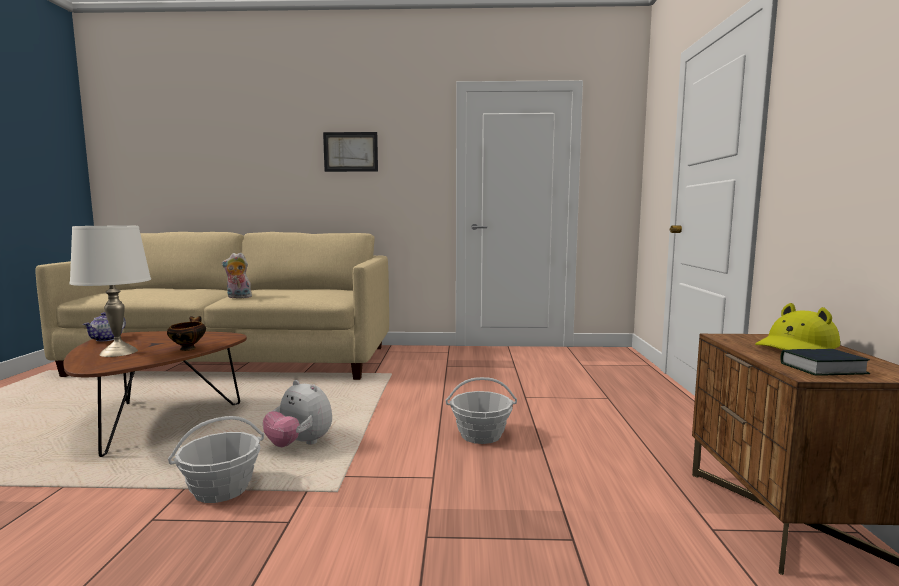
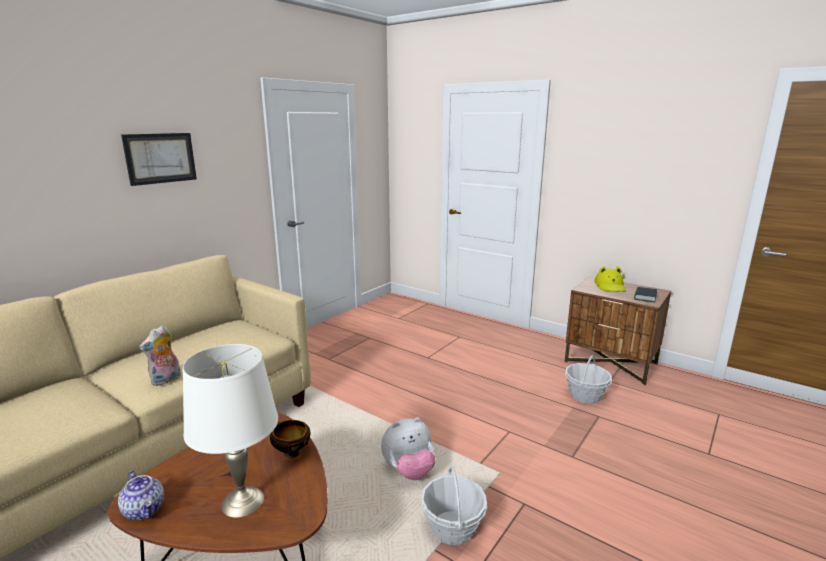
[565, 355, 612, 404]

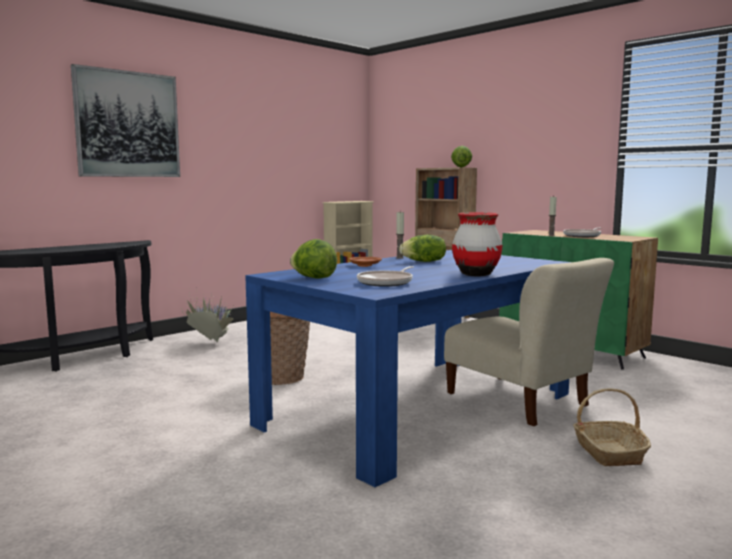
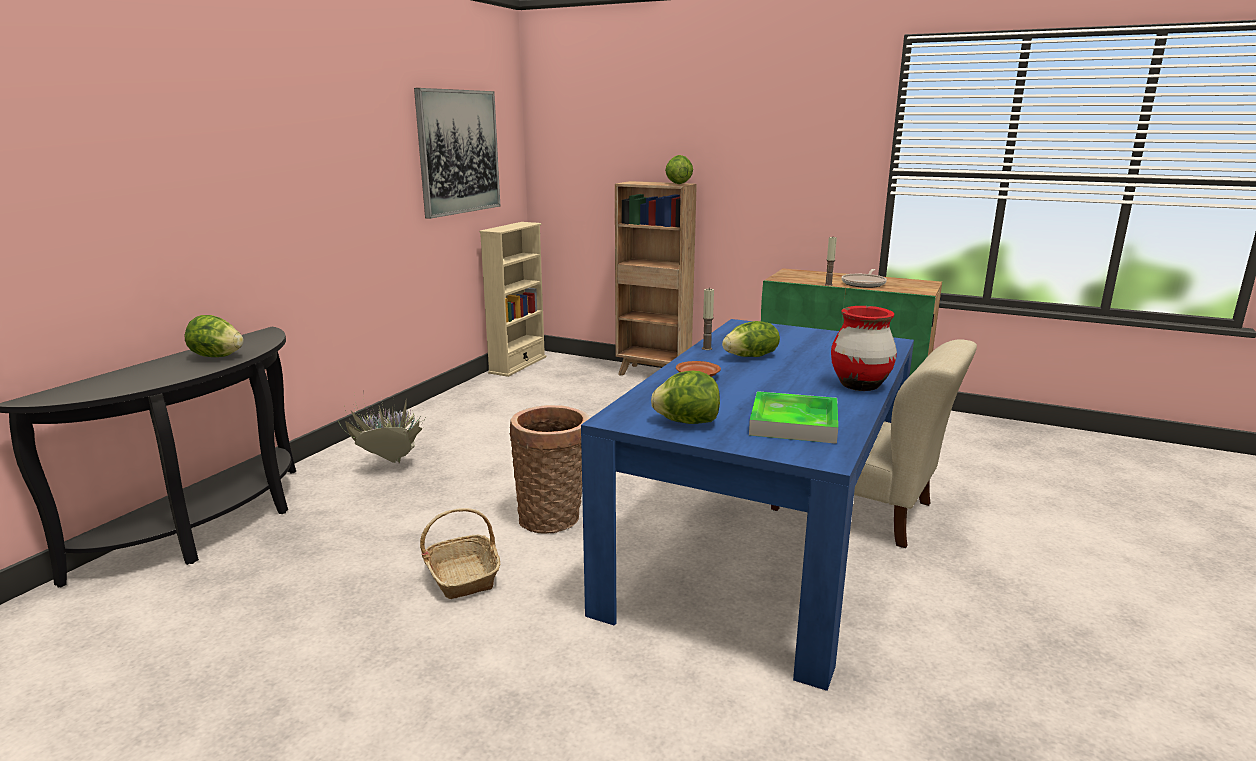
[185, 315, 243, 357]
[414, 88, 500, 219]
[420, 508, 500, 599]
[749, 391, 838, 444]

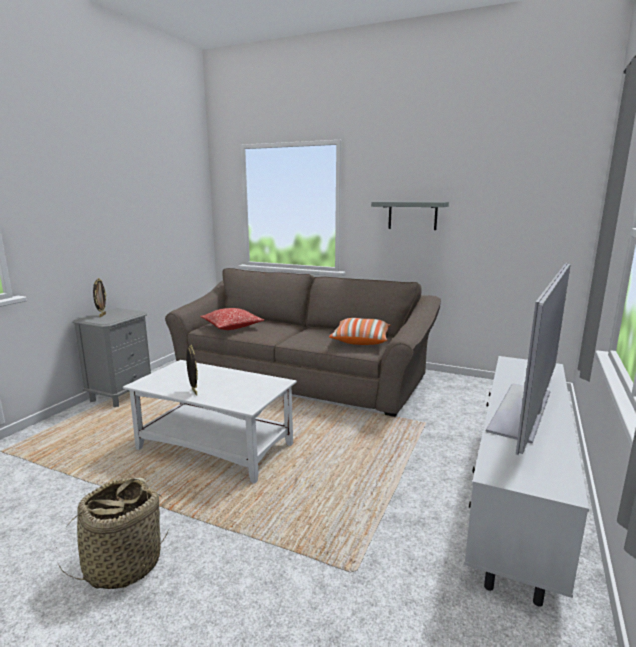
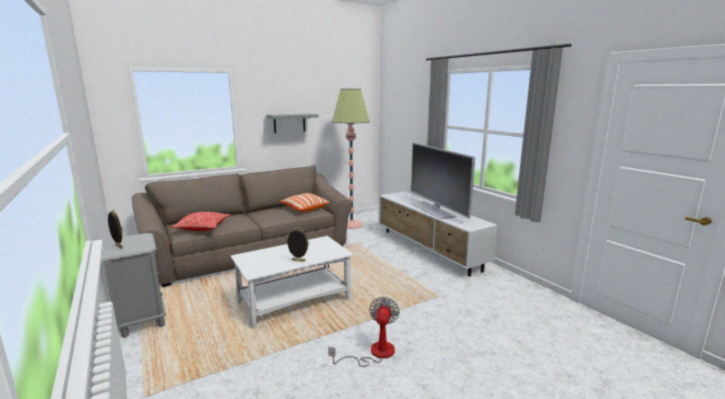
[328, 297, 400, 367]
[332, 88, 370, 229]

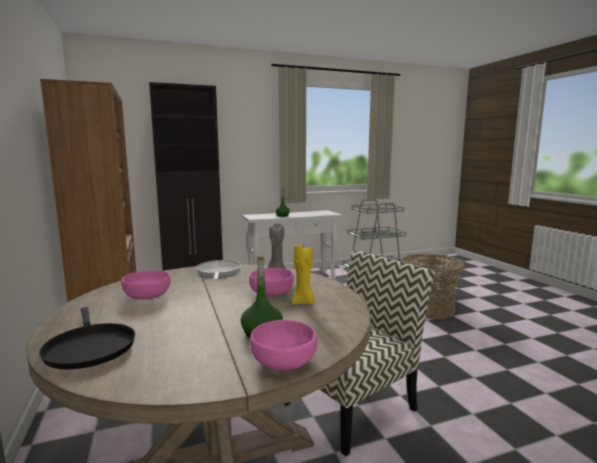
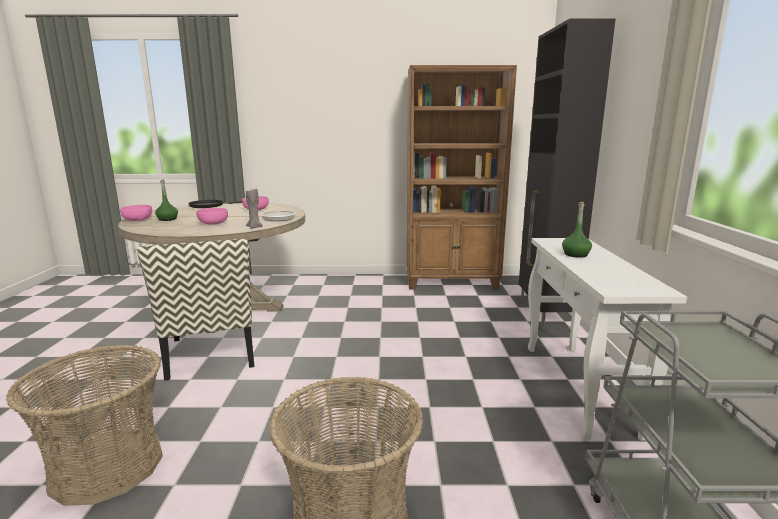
[6, 345, 163, 506]
[292, 243, 316, 305] (first image)

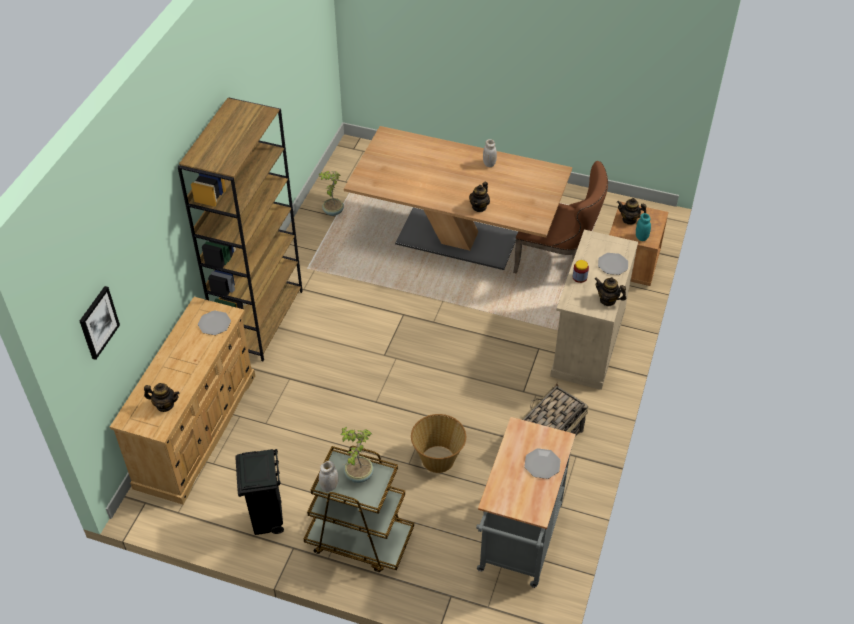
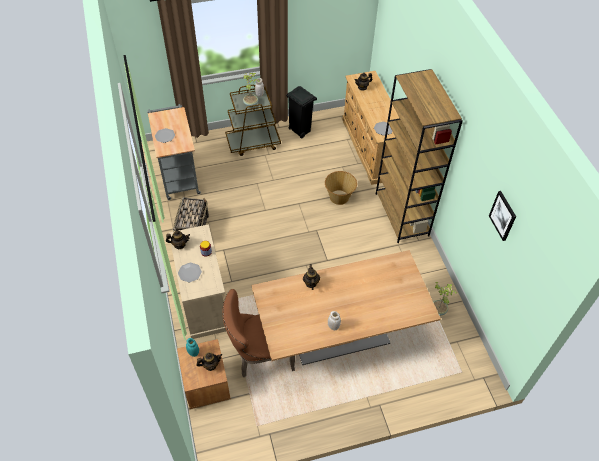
[325, 171, 357, 205]
[489, 191, 516, 241]

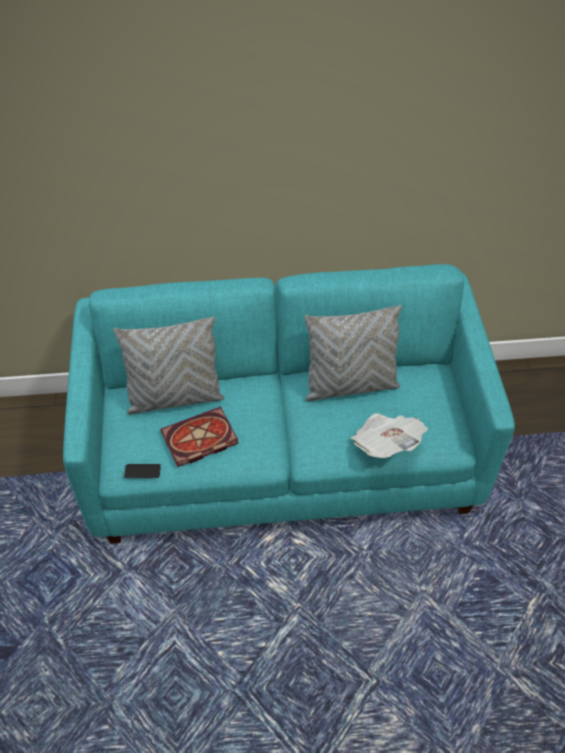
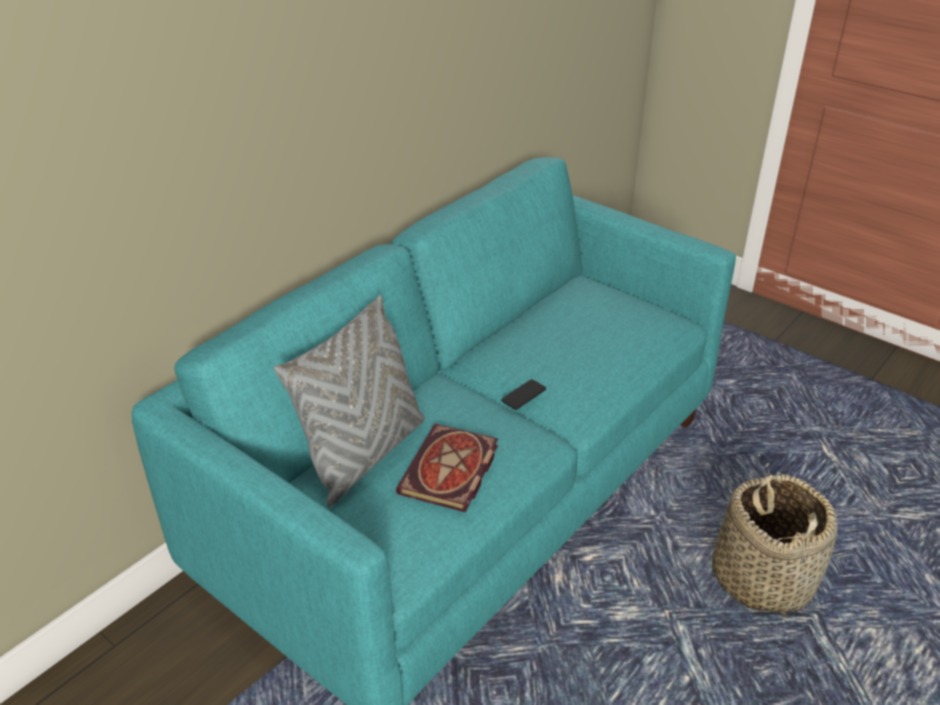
[501, 379, 546, 410]
[712, 474, 838, 618]
[304, 305, 402, 401] (first image)
[350, 413, 428, 458] (first image)

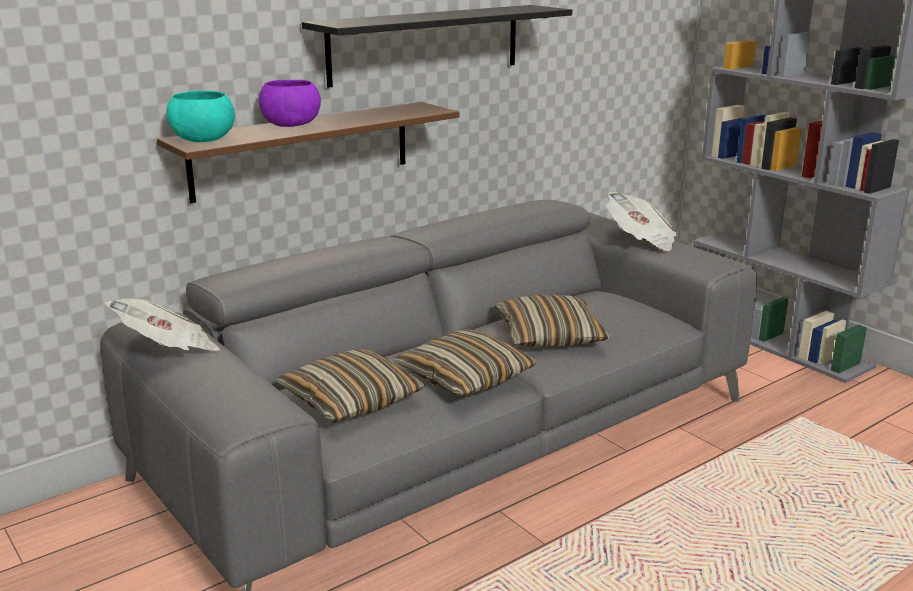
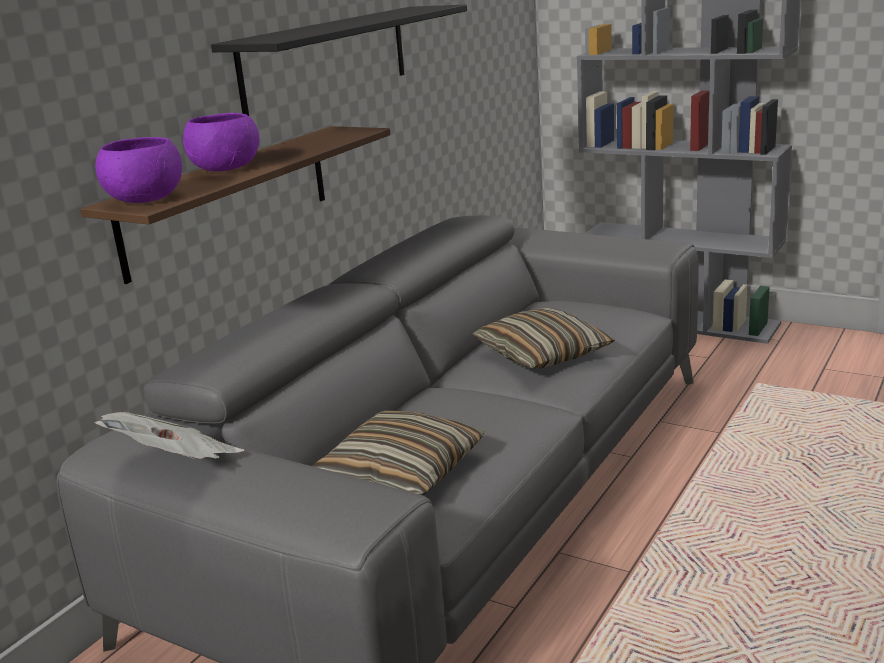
[95, 137, 182, 203]
[394, 330, 538, 397] (first image)
[606, 192, 678, 251] (first image)

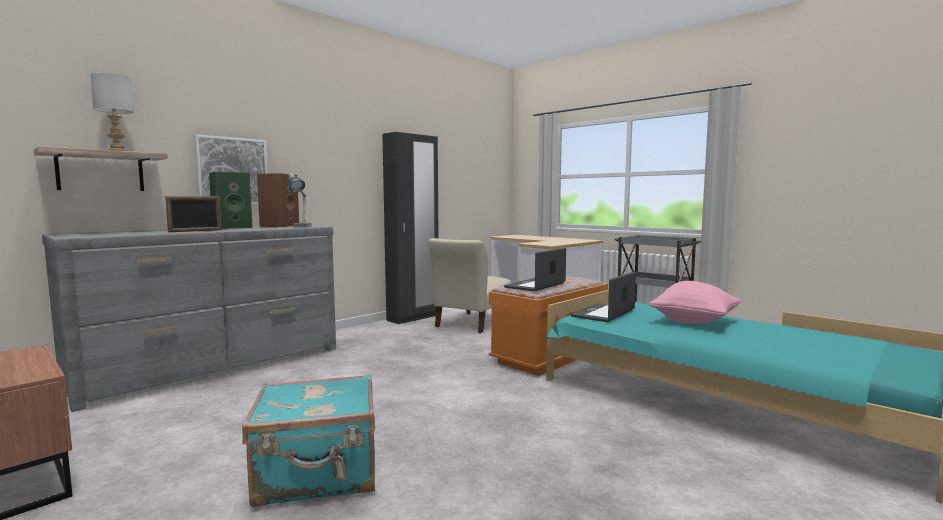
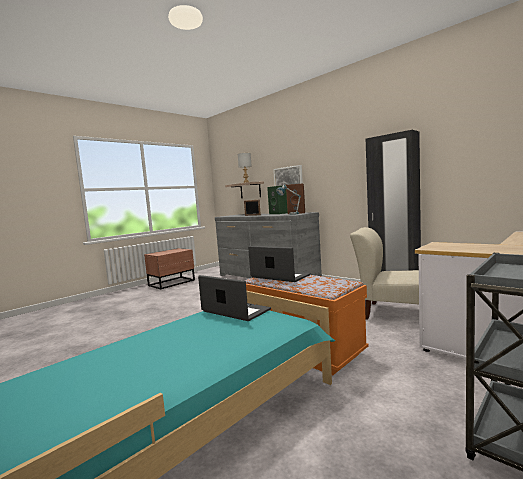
[242, 374, 375, 507] (first image)
[649, 281, 741, 323] (first image)

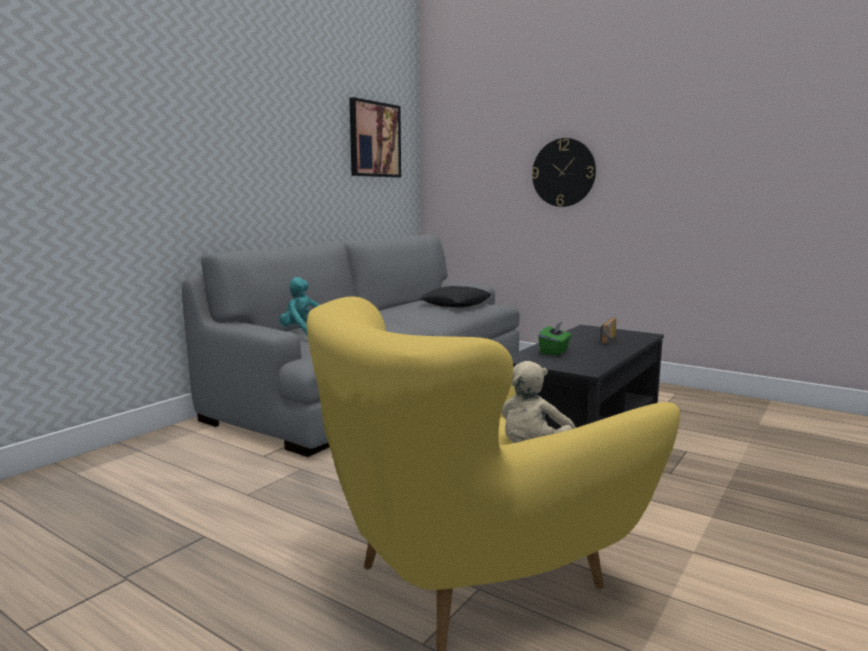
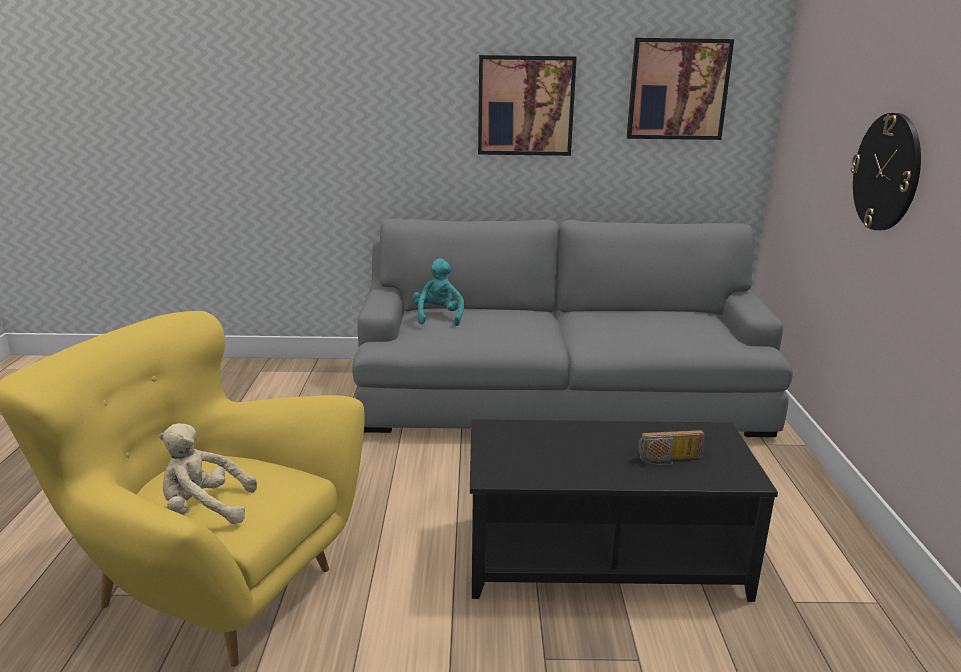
[478, 55, 577, 156]
[420, 286, 491, 308] (first image)
[538, 321, 572, 356] (first image)

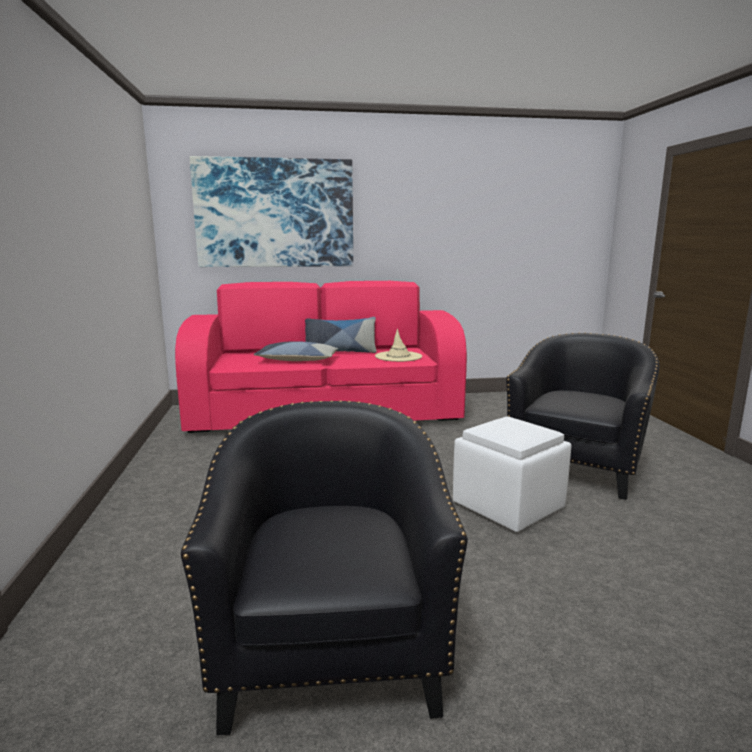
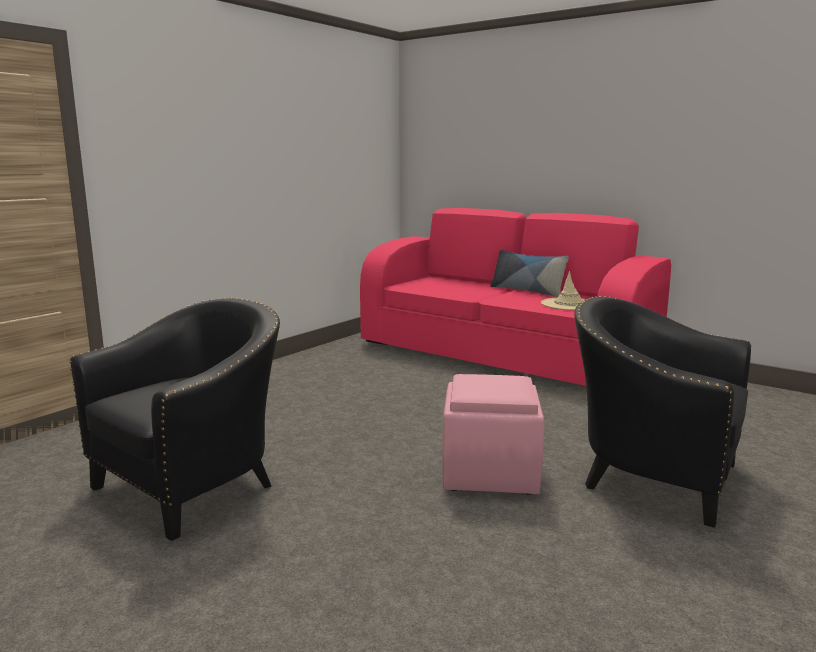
[442, 374, 544, 495]
[574, 296, 751, 528]
[190, 156, 353, 267] (first image)
[254, 341, 338, 361] (first image)

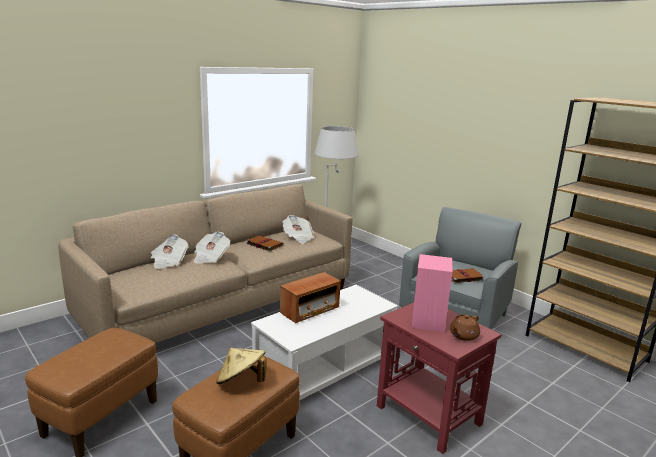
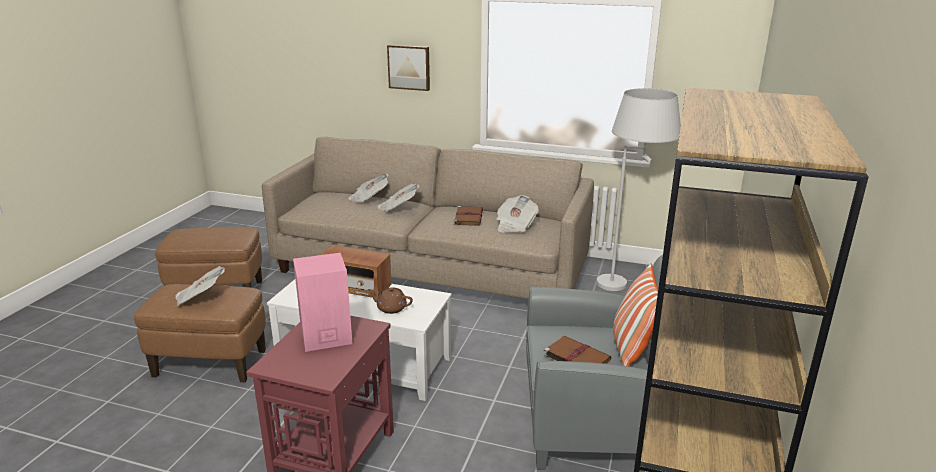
[176, 266, 225, 306]
[367, 287, 413, 314]
[387, 45, 430, 91]
[613, 263, 658, 366]

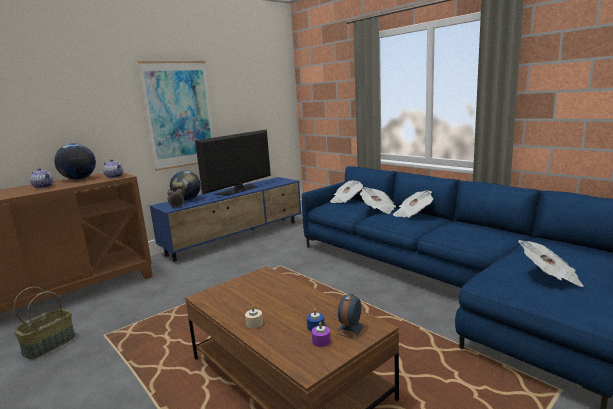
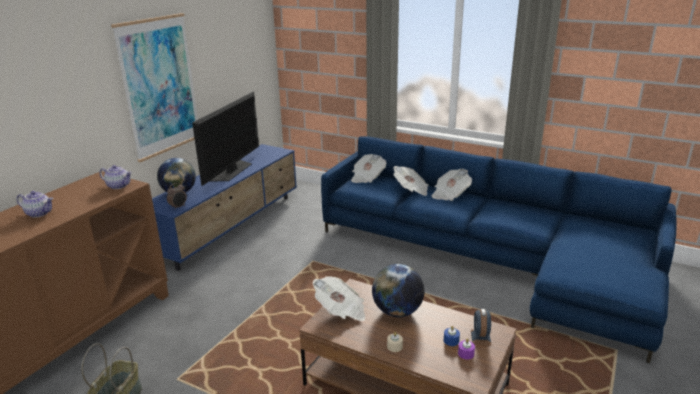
[313, 276, 365, 321]
[372, 264, 424, 317]

